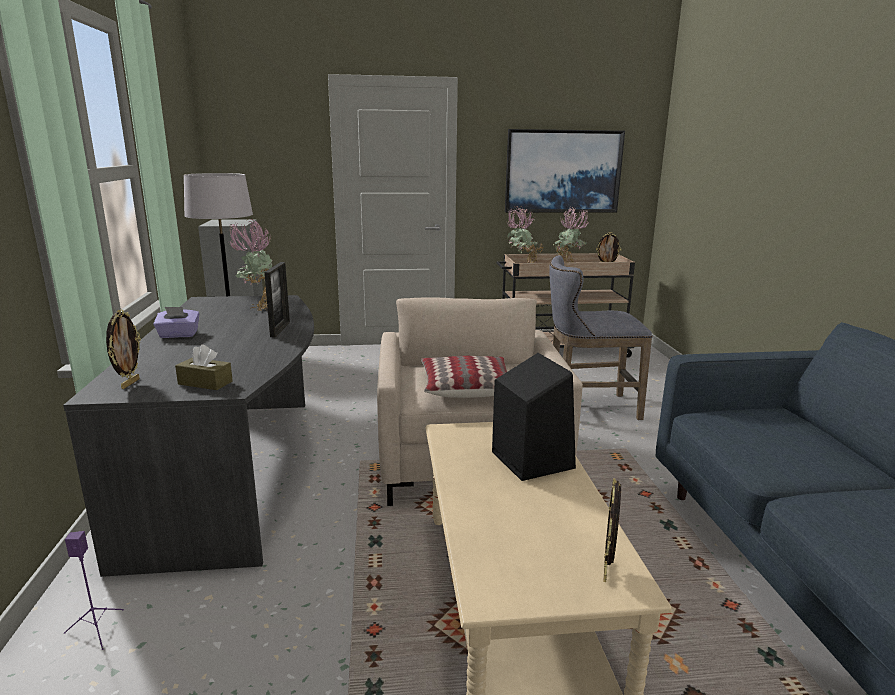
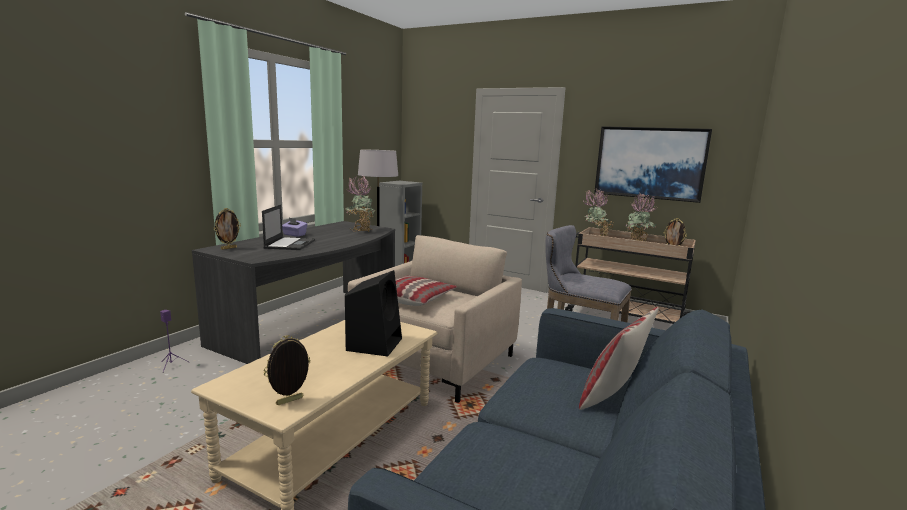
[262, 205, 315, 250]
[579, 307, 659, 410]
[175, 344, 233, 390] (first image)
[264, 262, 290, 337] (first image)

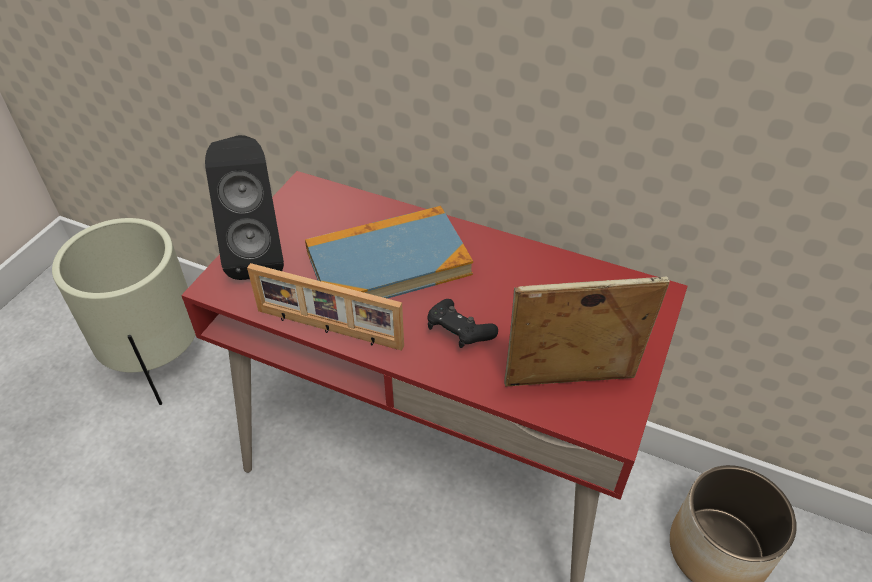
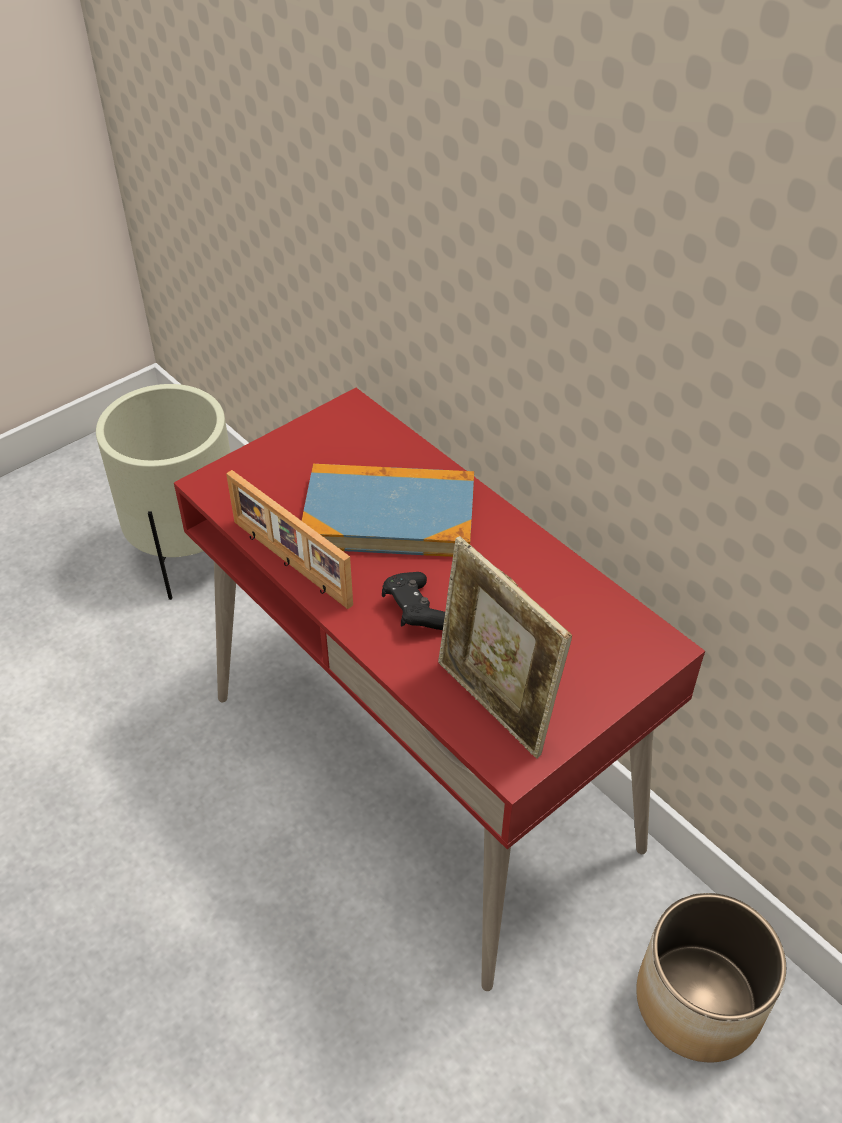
[438, 536, 572, 758]
[205, 135, 284, 280] (first image)

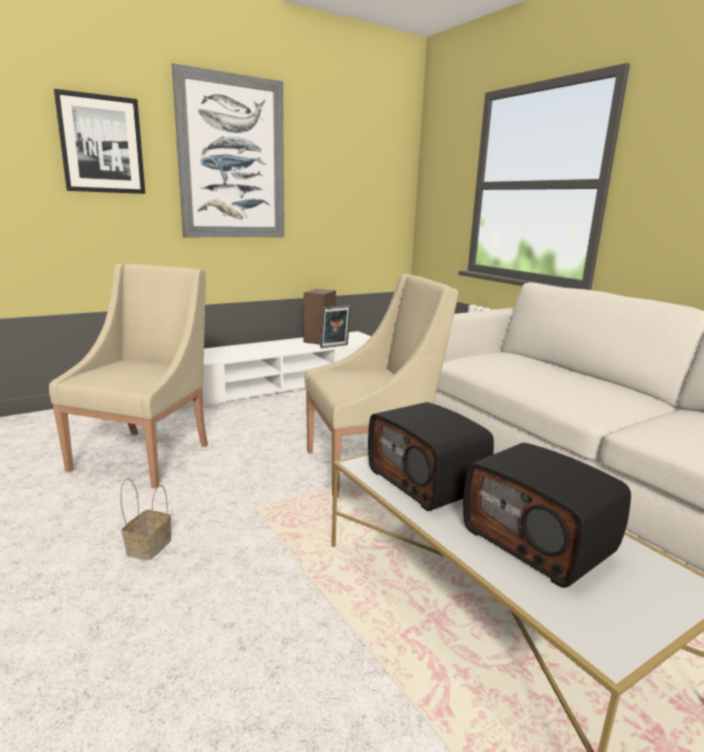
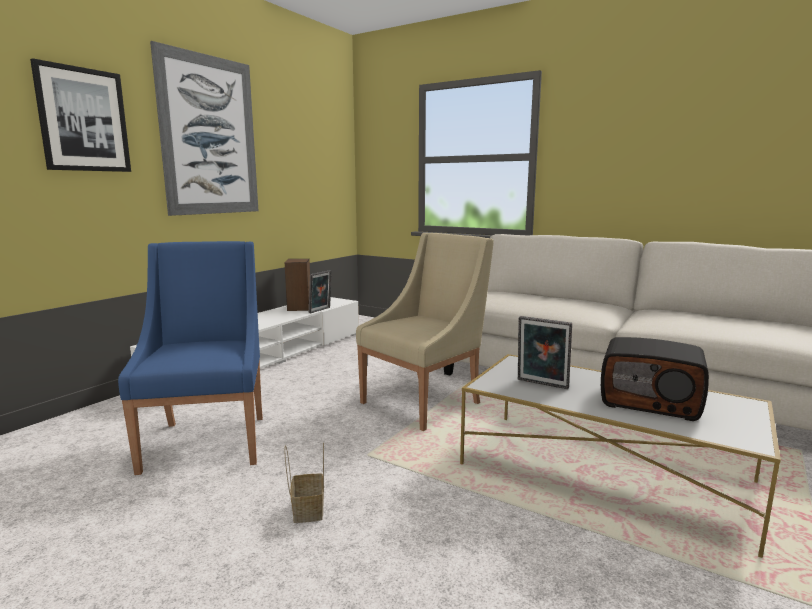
[118, 241, 263, 475]
[518, 316, 572, 389]

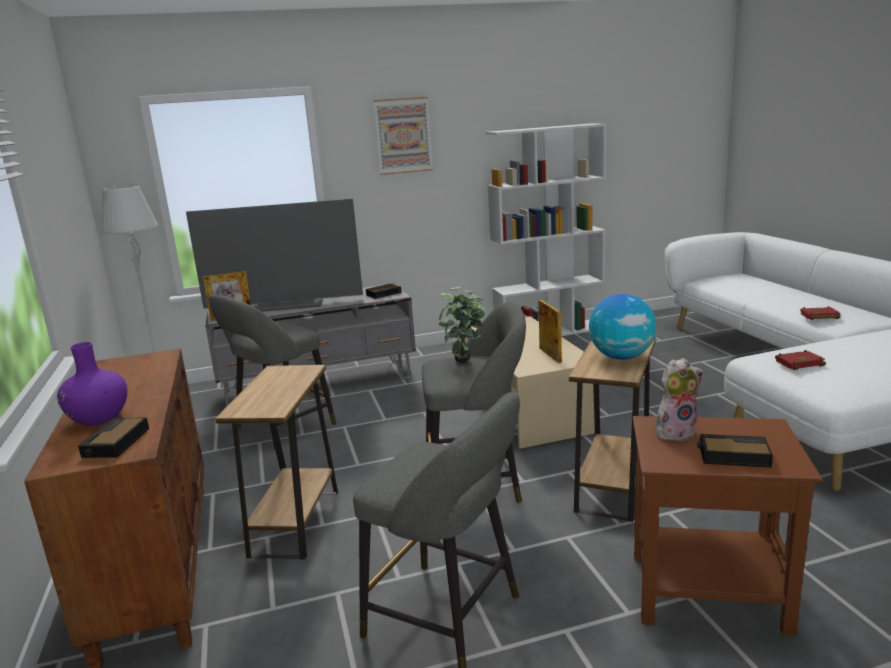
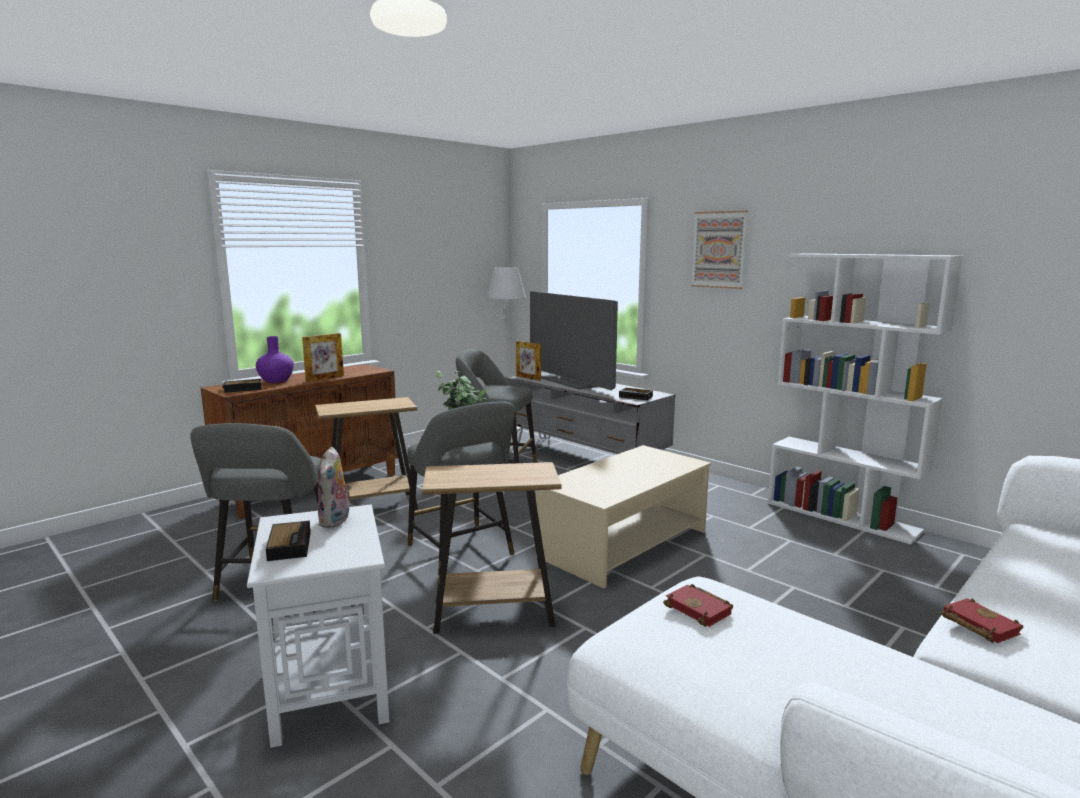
[247, 505, 390, 748]
[302, 333, 344, 382]
[318, 447, 352, 528]
[589, 294, 656, 360] (first image)

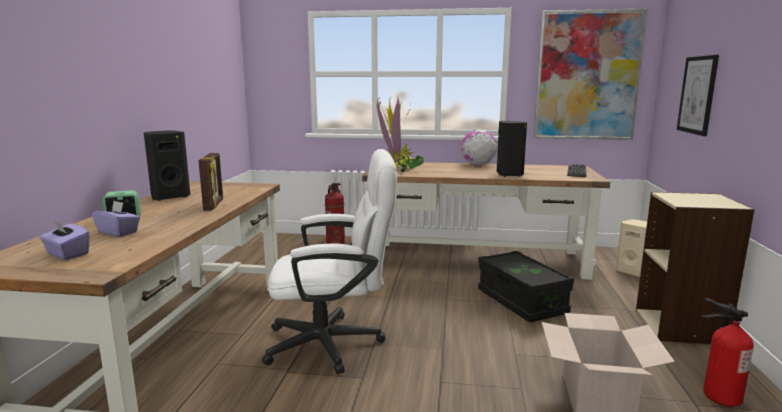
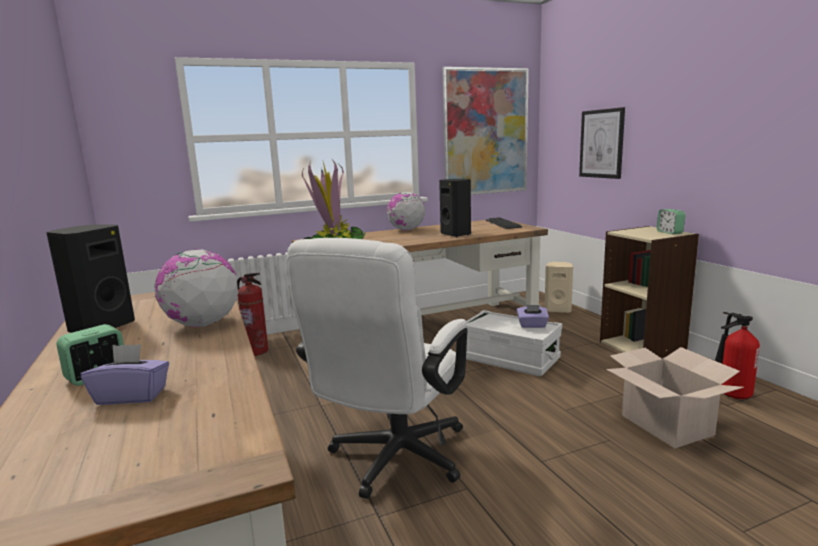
[155, 249, 238, 327]
[286, 238, 468, 499]
[466, 310, 562, 376]
[517, 305, 549, 328]
[657, 209, 686, 234]

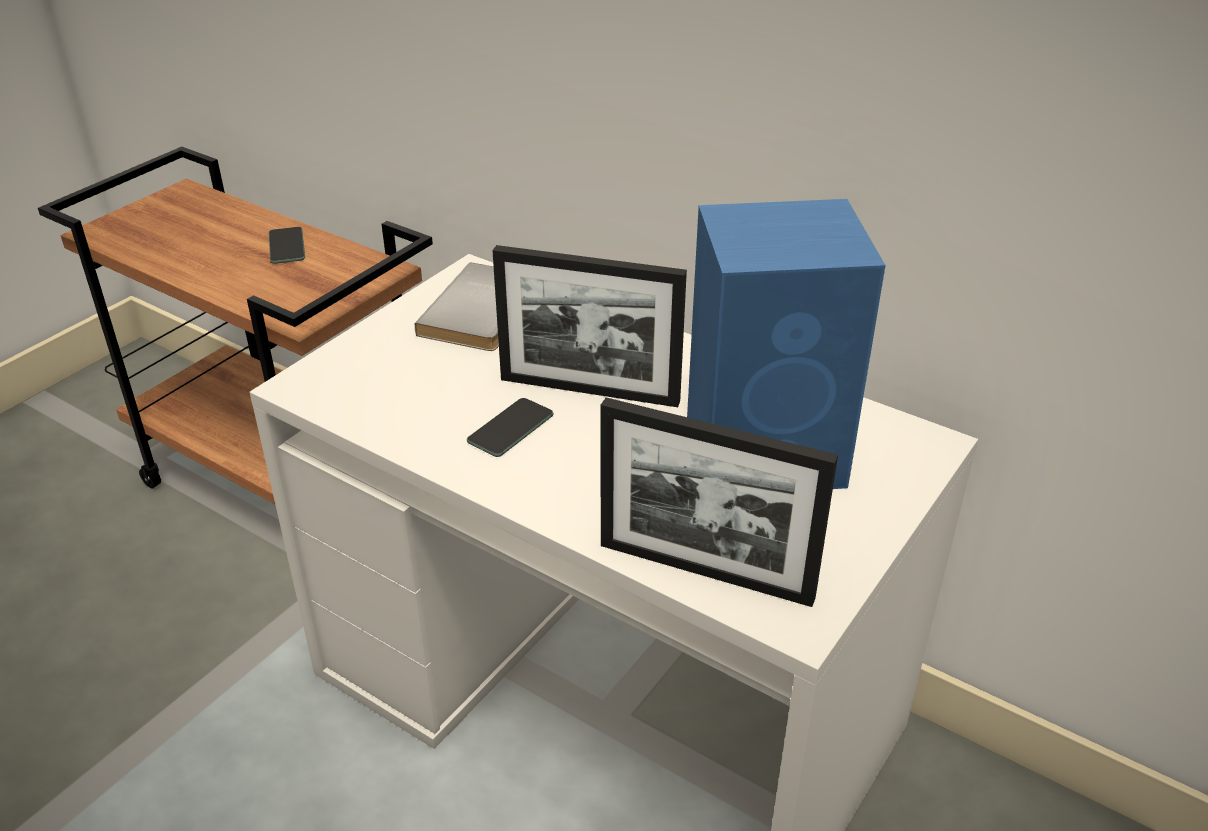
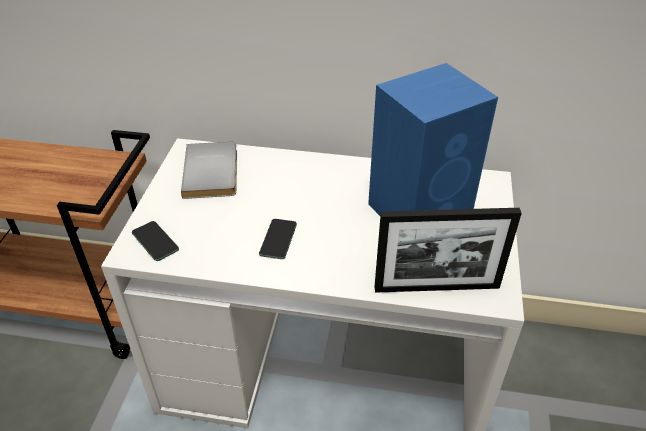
[132, 221, 179, 261]
[493, 245, 687, 407] (first image)

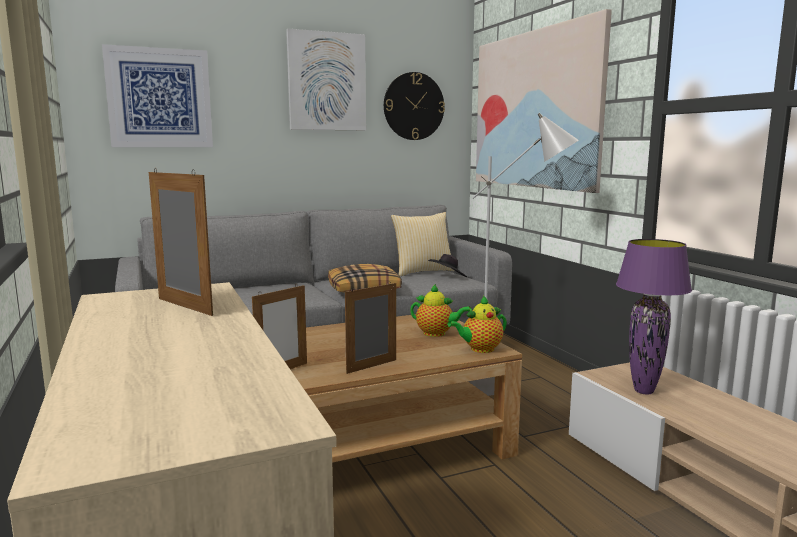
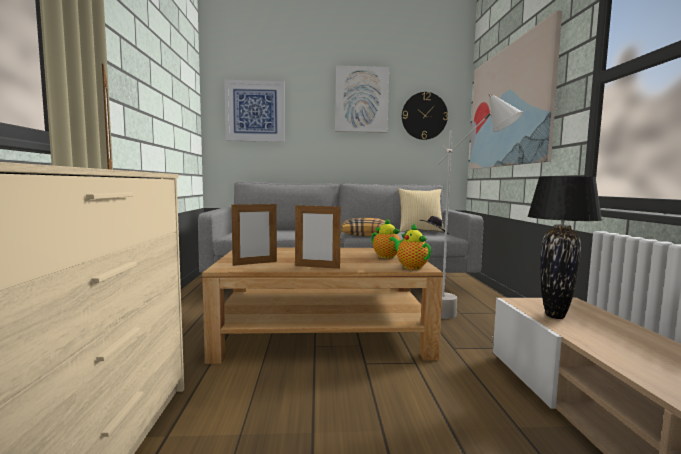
[295, 203, 341, 269]
[389, 223, 431, 270]
[527, 176, 602, 319]

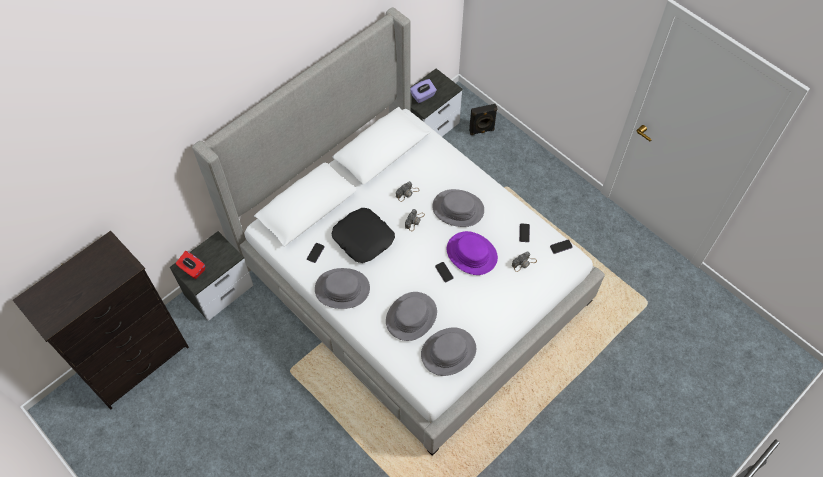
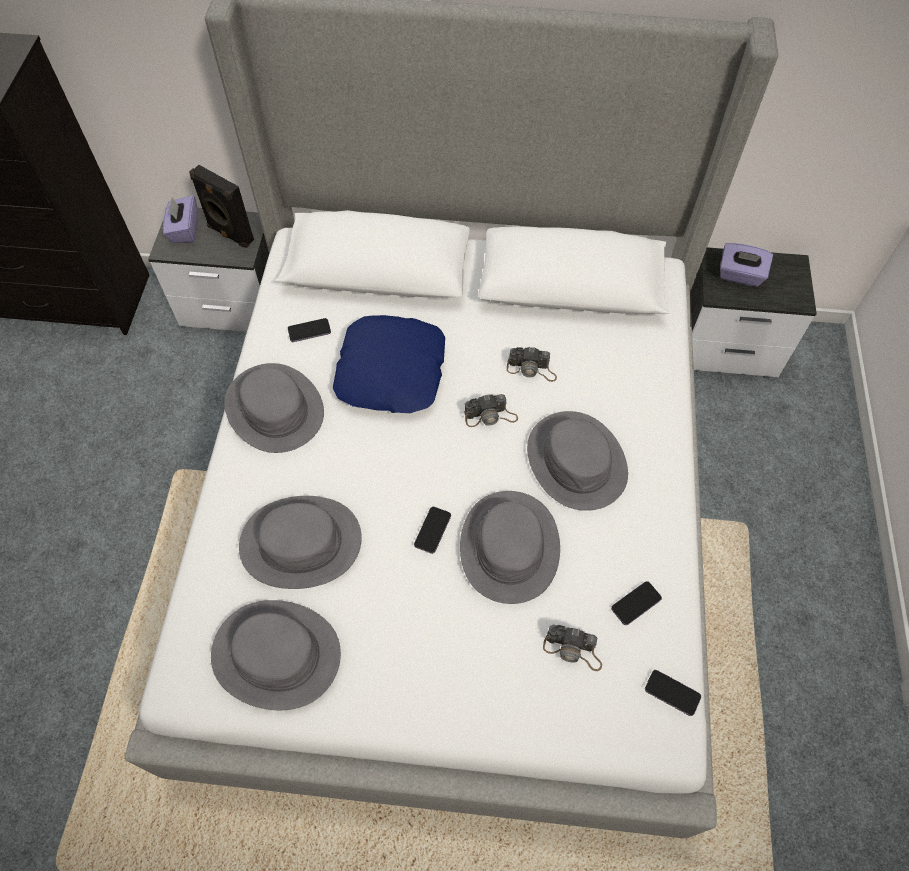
[163, 196, 198, 243]
[189, 165, 254, 248]
[333, 315, 445, 413]
[460, 491, 560, 604]

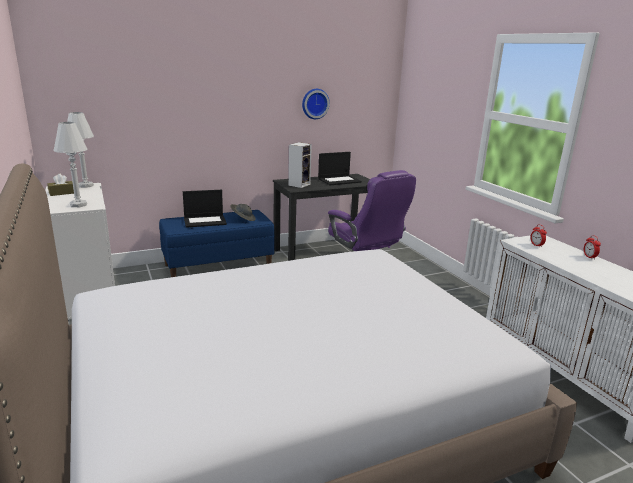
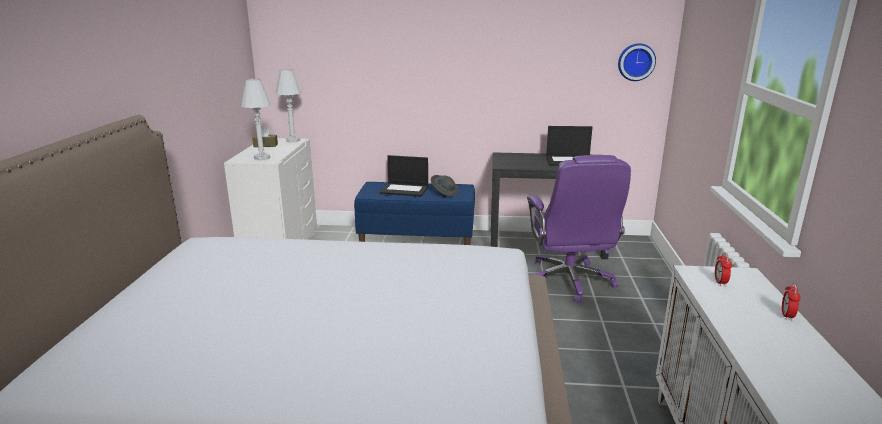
[618, 43, 656, 81]
[289, 142, 312, 188] (first image)

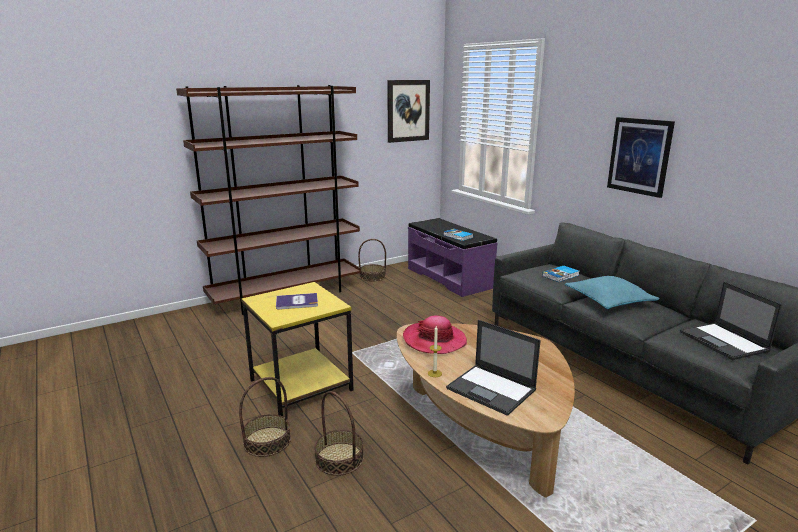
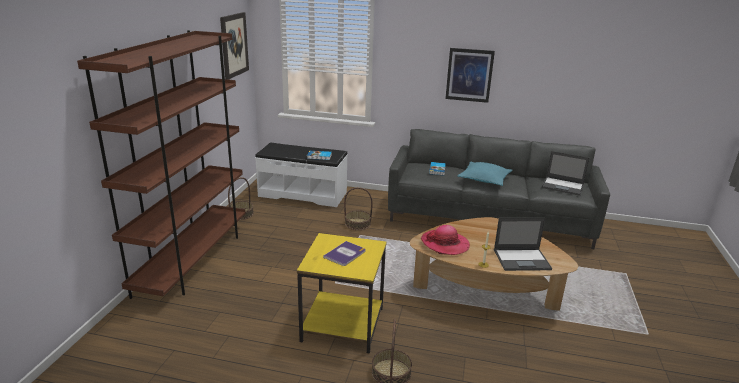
[255, 142, 348, 207]
[344, 187, 373, 230]

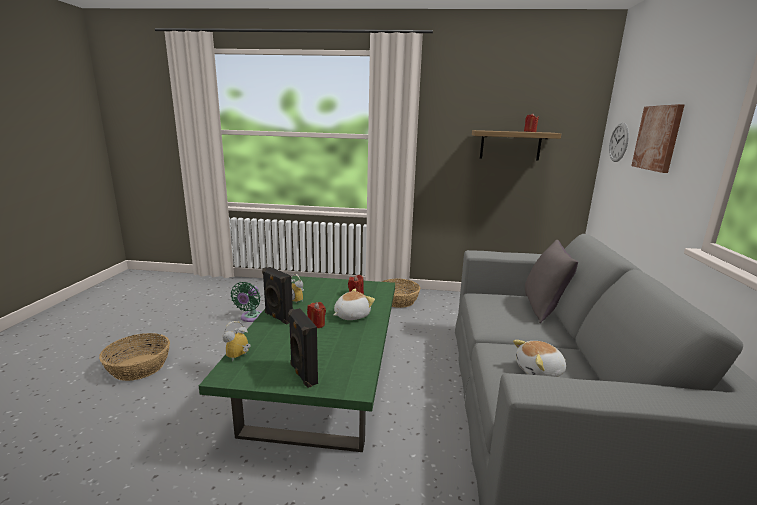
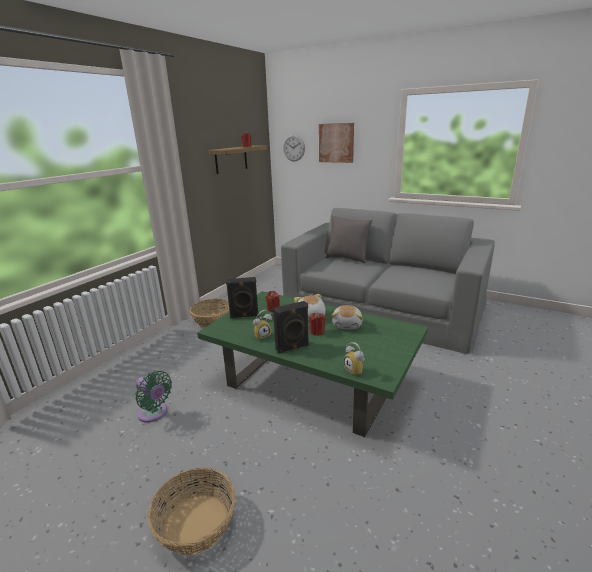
[226, 277, 259, 318]
[331, 305, 363, 329]

